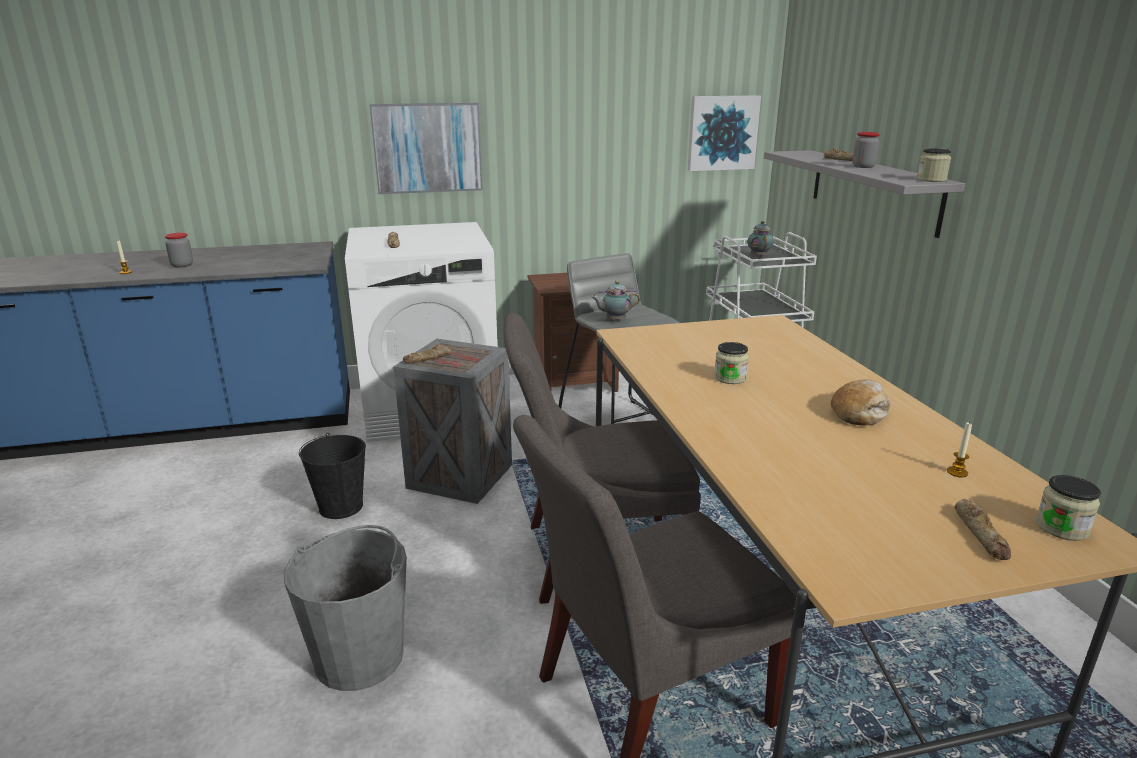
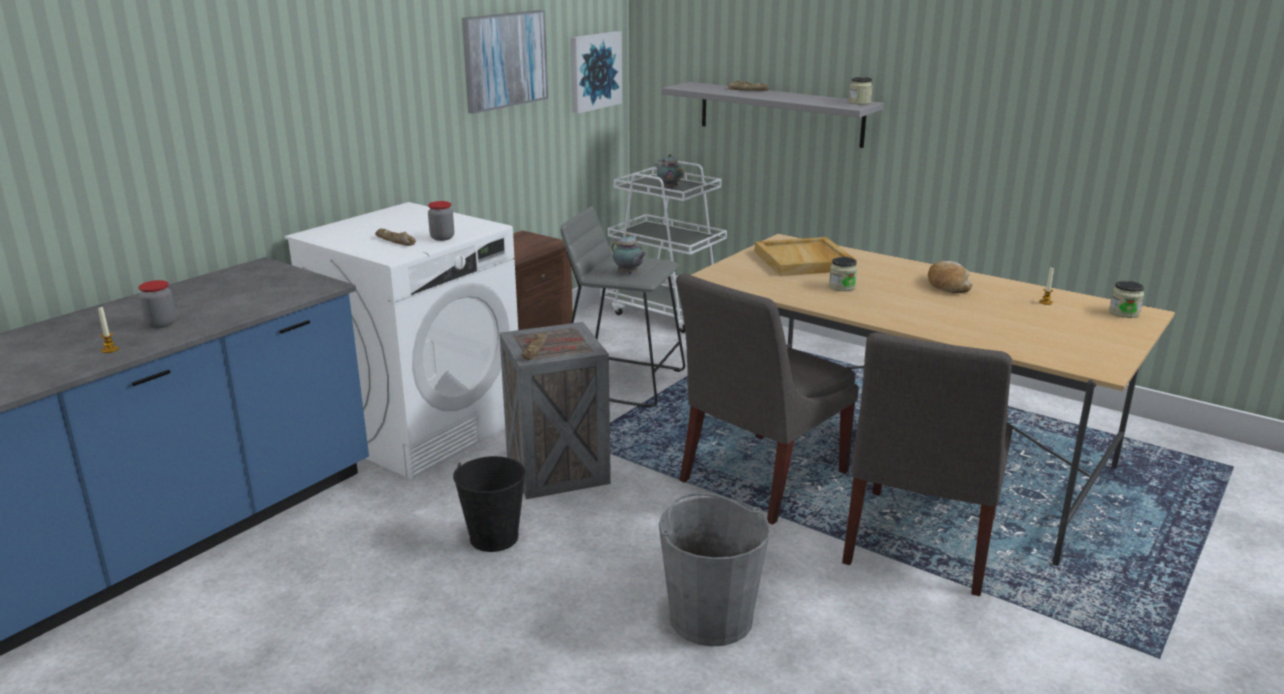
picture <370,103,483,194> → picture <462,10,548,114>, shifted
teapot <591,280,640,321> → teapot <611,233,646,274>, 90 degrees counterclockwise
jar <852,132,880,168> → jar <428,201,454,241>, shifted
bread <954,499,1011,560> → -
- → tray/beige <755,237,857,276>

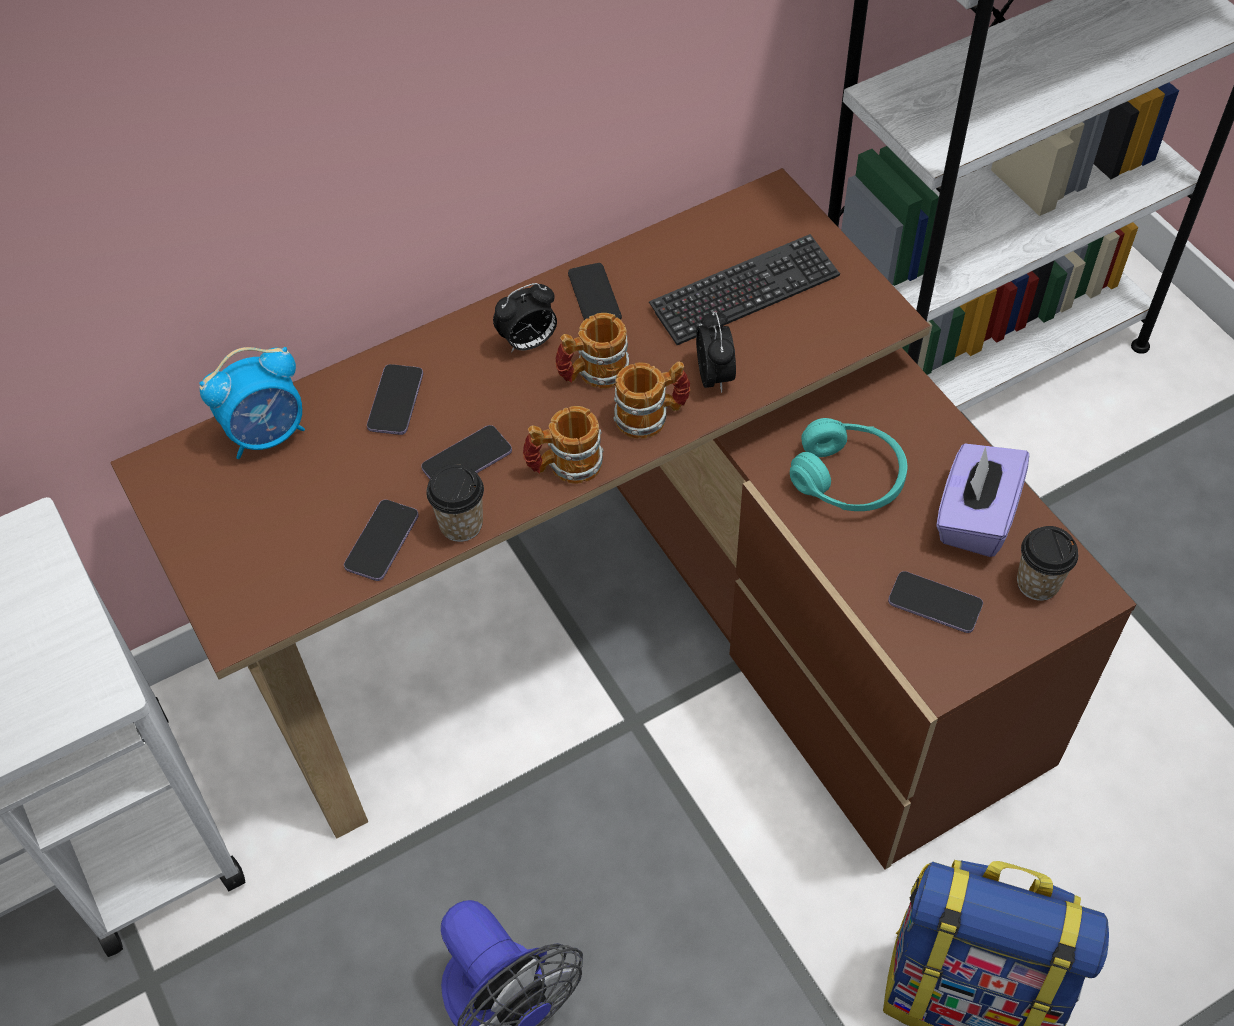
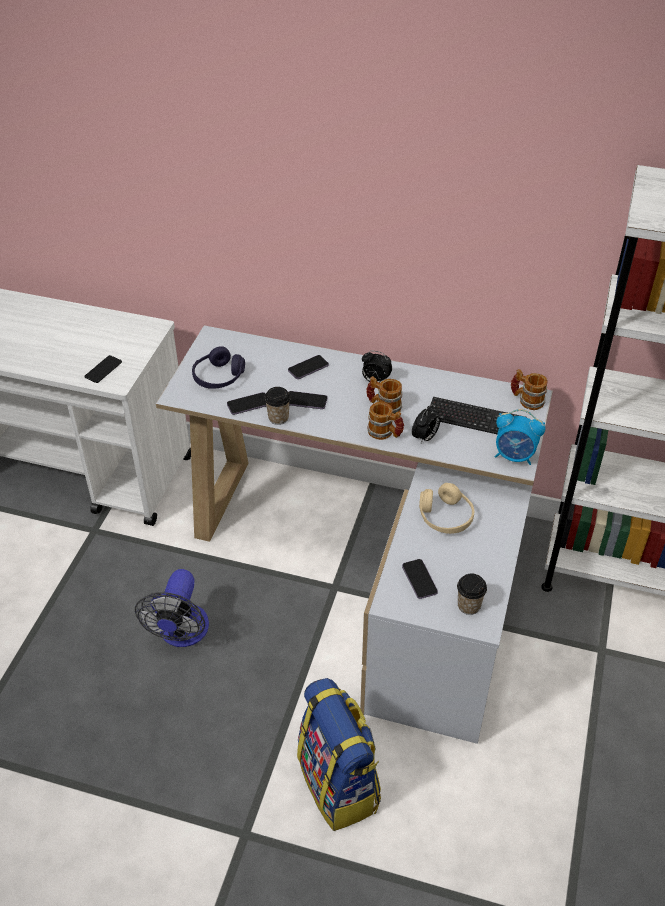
desk/brown <110,168,1136,869> → desk/white <156,325,553,744>
alarm clock <199,347,305,459> → alarm clock <495,409,545,465>, shifted
mug <523,406,603,484> → mug <511,369,547,410>, shifted
phone <568,263,622,320> → phone <85,355,122,383>, shifted
headphones/turquoise <790,418,907,511> → headphones/beige <419,483,474,534>
tissue box/purple <936,444,1029,557> → -
- → headphones/purple <192,346,245,389>

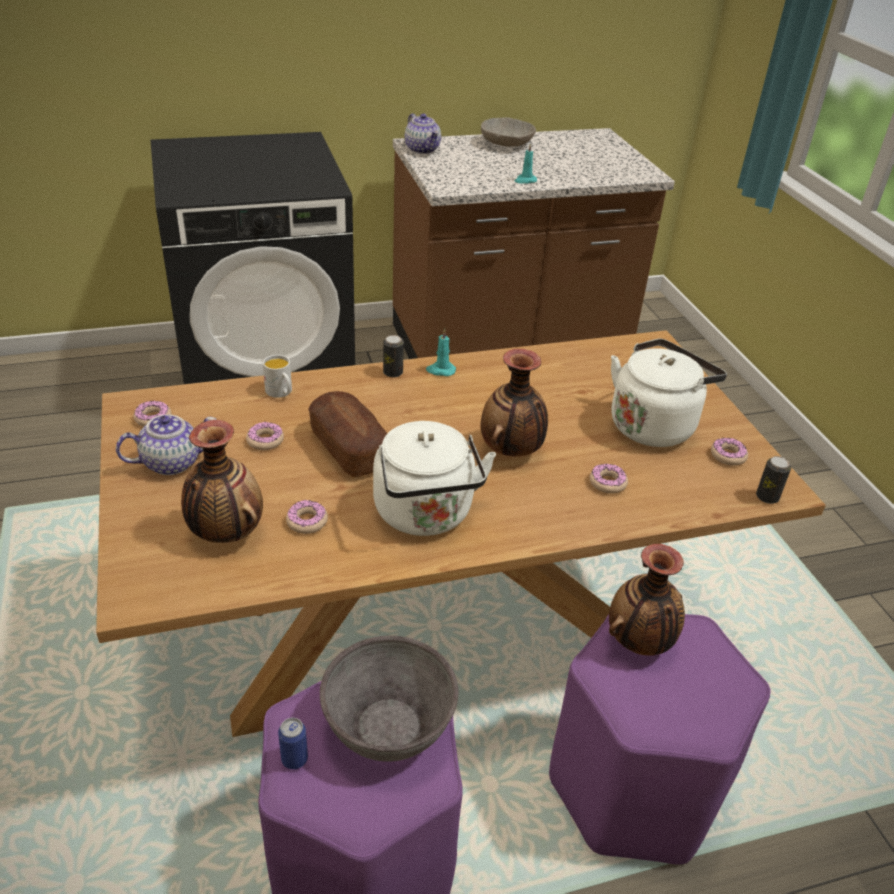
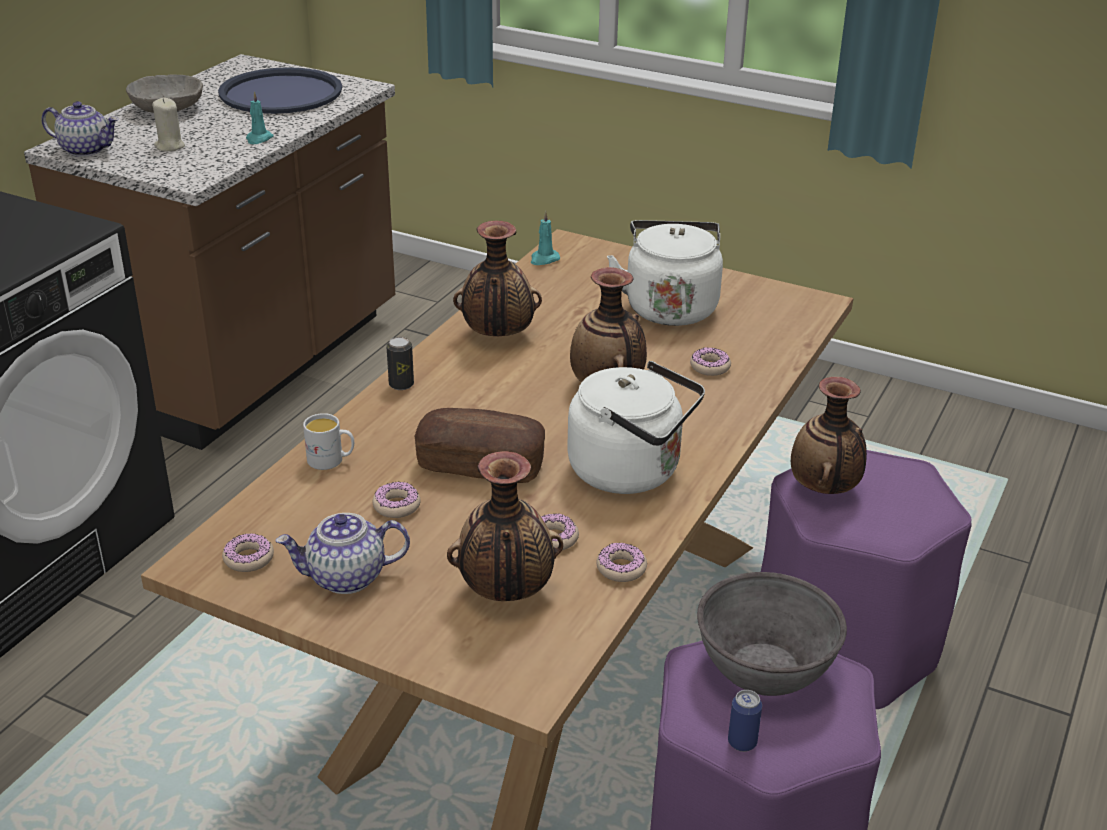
teapot <116,415,216,475> → teapot <276,513,410,594>, 120 degrees counterclockwise
candle/turquoise <426,328,456,376> → candle/turquoise <531,211,560,265>, shifted
donut <711,438,748,466> → donut <596,542,647,582>, shifted
can <756,456,791,504> → -
- → candle/beige <152,98,185,152>
- → tray/blue <218,67,342,114>
- → vase <453,221,542,336>

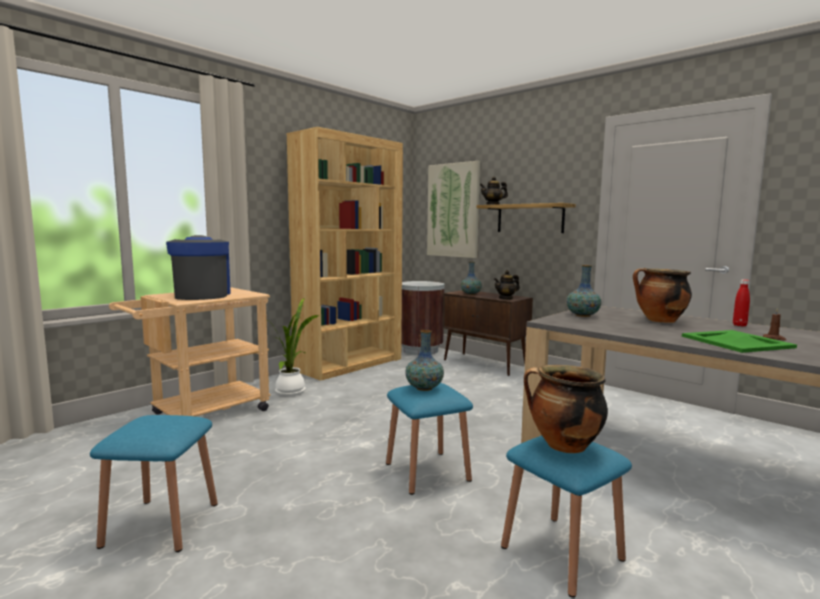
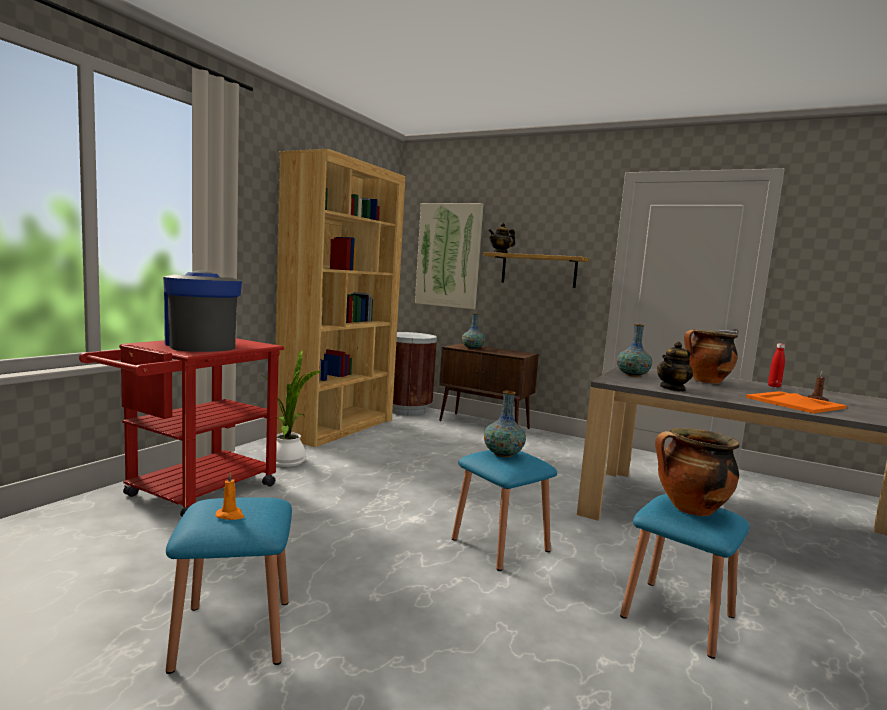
cart/beige <109,287,270,417> → cart/red <79,338,284,516>
teapot <494,270,520,300> → teapot <657,342,693,391>, shifted
tray/green <682,330,797,353> → tray/orange <746,391,847,413>
- → candle/orange <215,472,244,520>

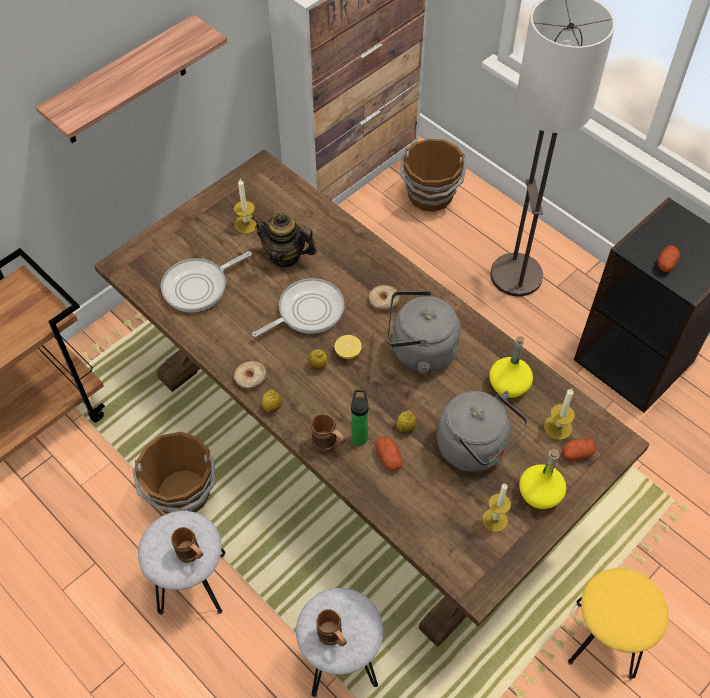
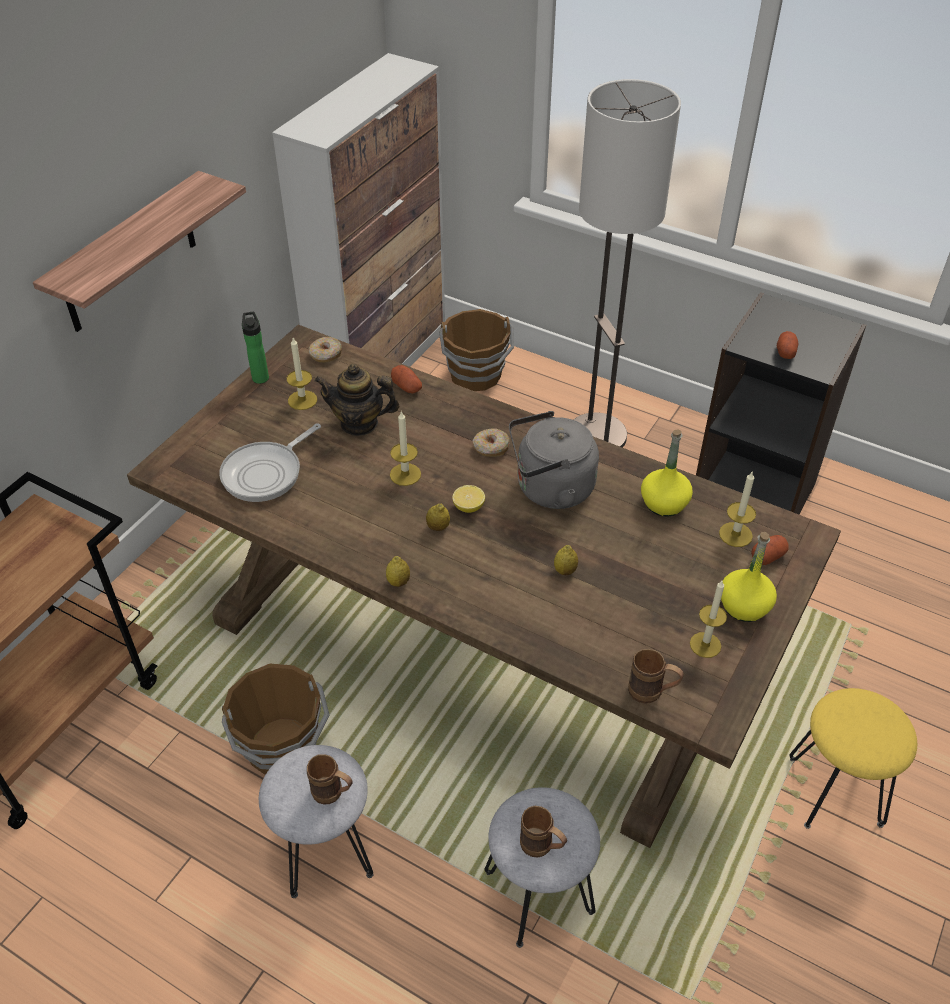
donut <234,361,267,389> → donut <309,337,342,363>, shifted
frying pan <252,278,344,337> → candle <390,411,421,486>
mug/brown <311,414,345,453> → mug/brown <628,649,684,704>, shifted
bottle <351,390,369,445> → bottle <242,312,269,384>, shifted
potato <375,437,403,471> → potato <391,365,422,393>, shifted
kettle/grey <437,391,528,472> → -

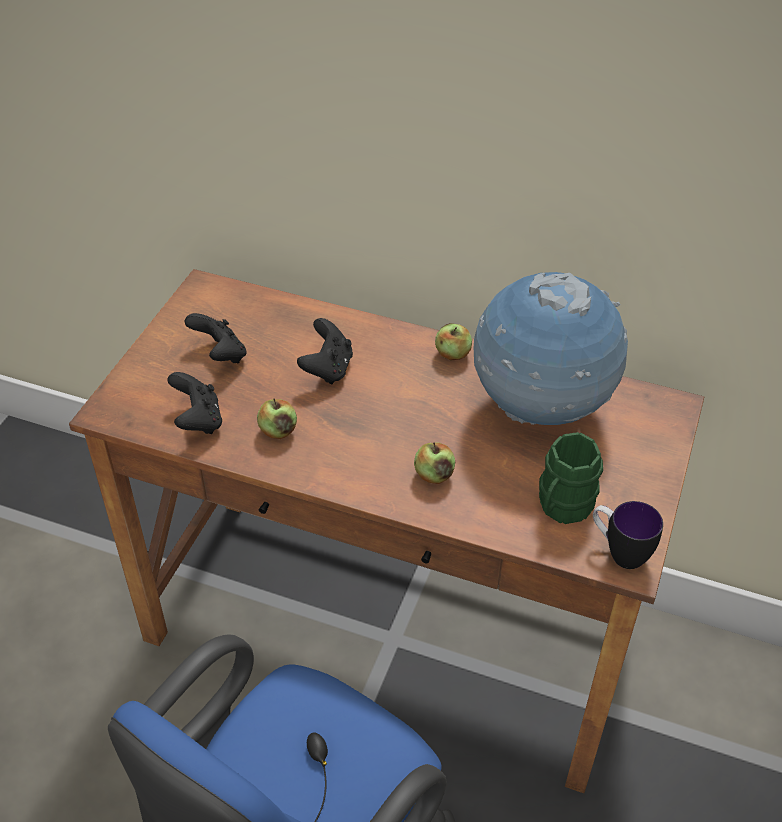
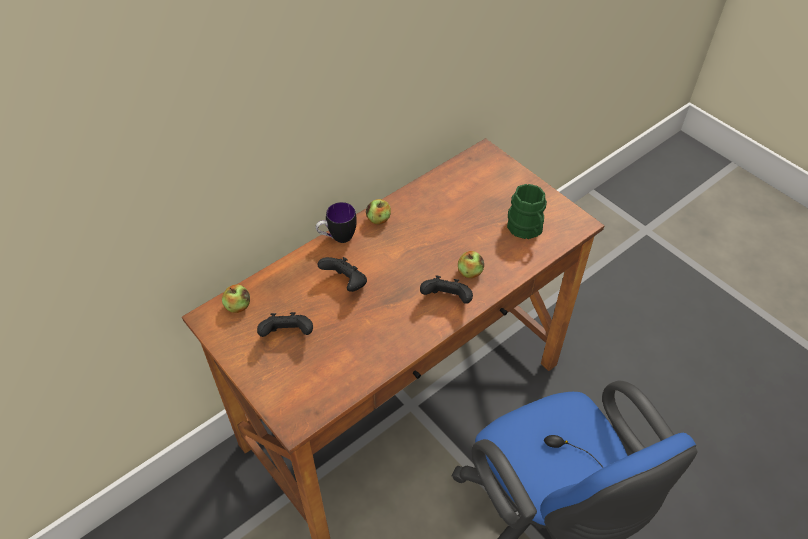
game controller/black <167,372,222,434> → game controller/black <420,275,473,304>, shifted
apple <257,399,297,439> → apple <222,284,250,313>, shifted
globe <474,272,628,425> → -
mug <593,501,663,569> → mug <316,202,357,243>, shifted

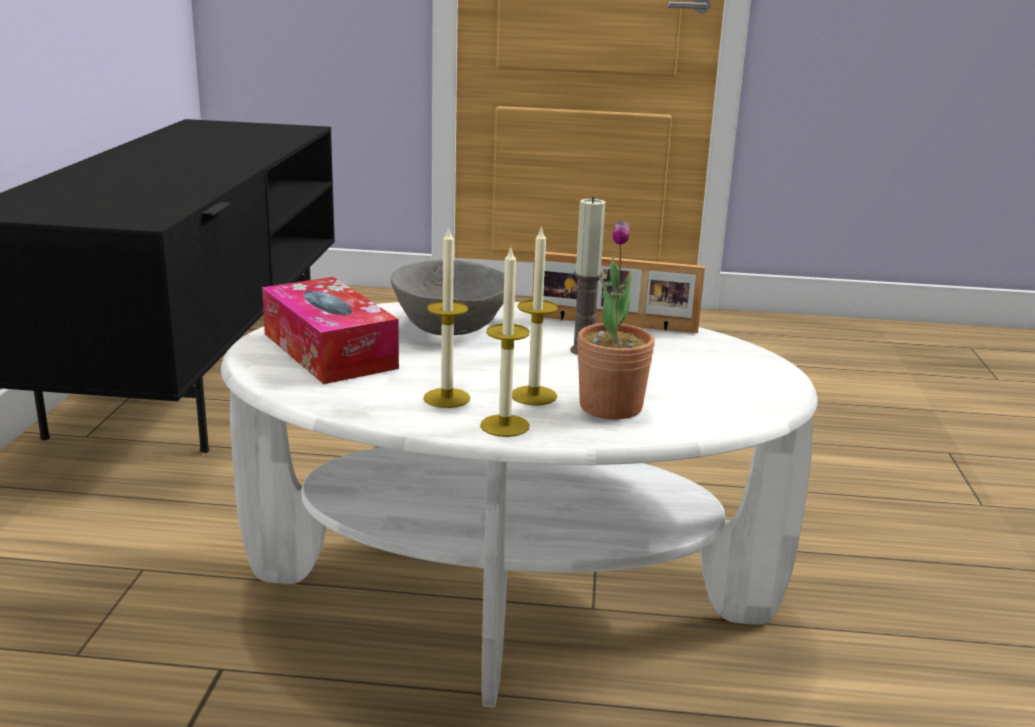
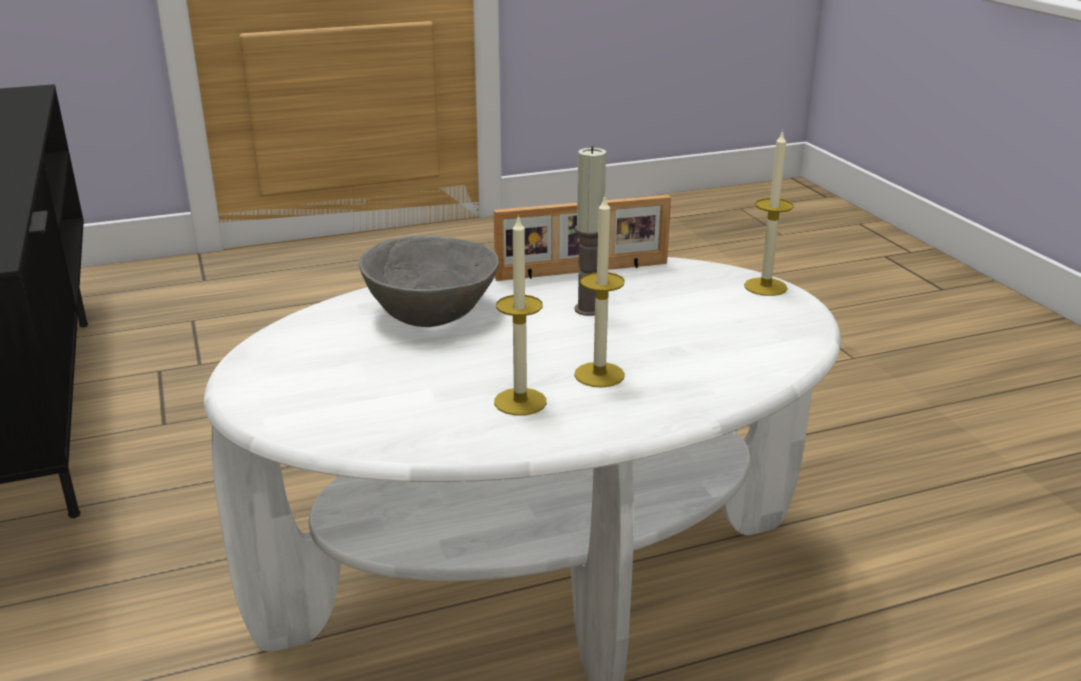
tissue box <262,277,399,384> → -
candle <480,248,530,437> → candle <744,130,794,296>, shifted
potted plant <577,220,655,420> → -

